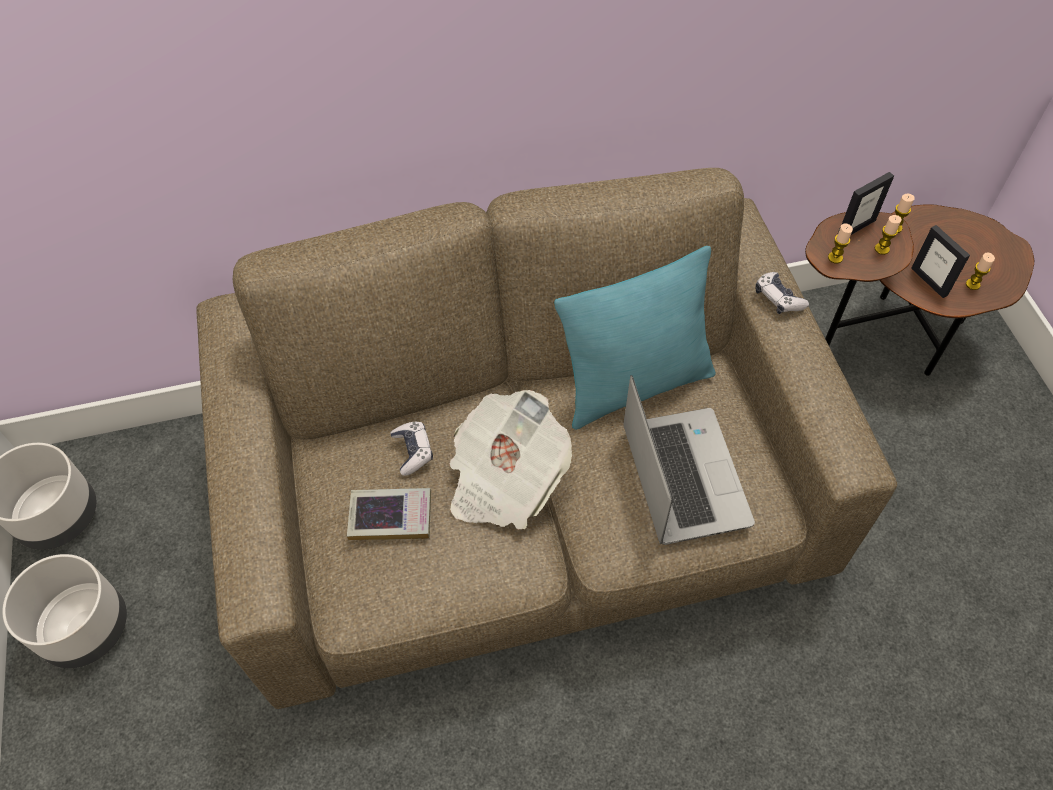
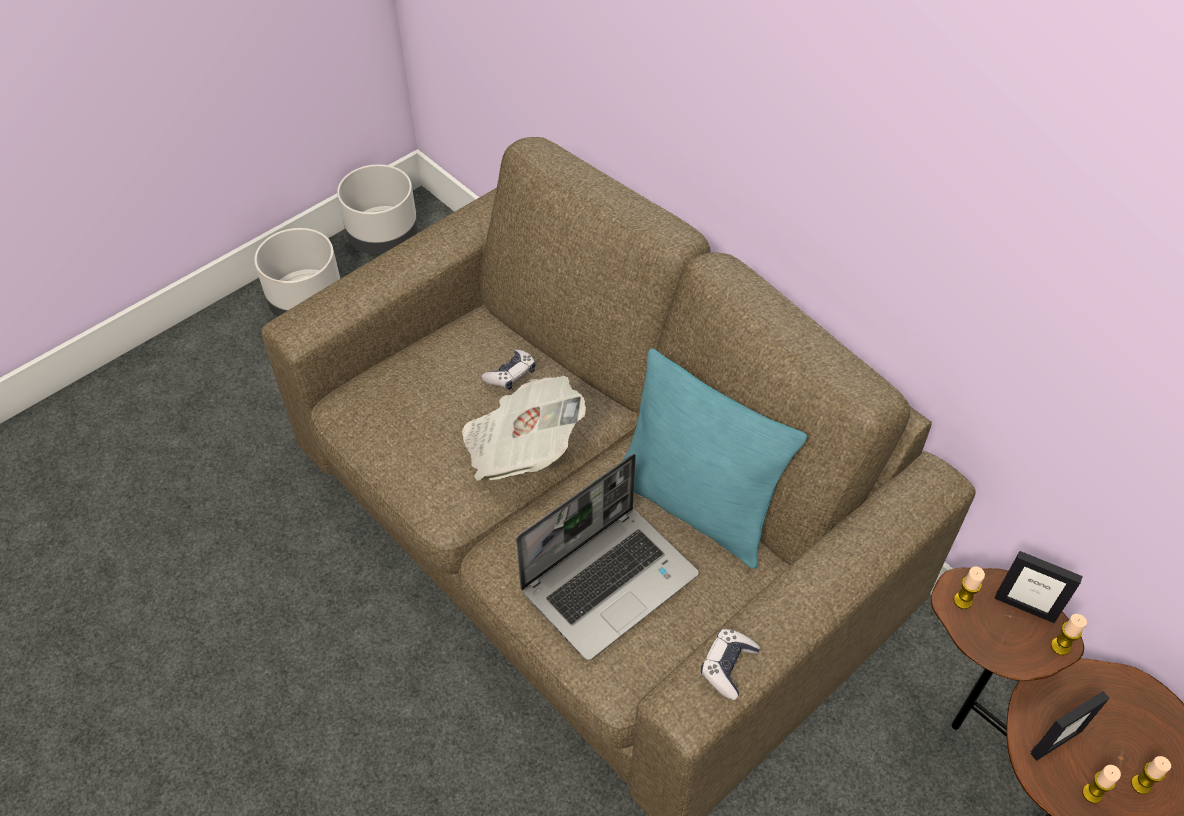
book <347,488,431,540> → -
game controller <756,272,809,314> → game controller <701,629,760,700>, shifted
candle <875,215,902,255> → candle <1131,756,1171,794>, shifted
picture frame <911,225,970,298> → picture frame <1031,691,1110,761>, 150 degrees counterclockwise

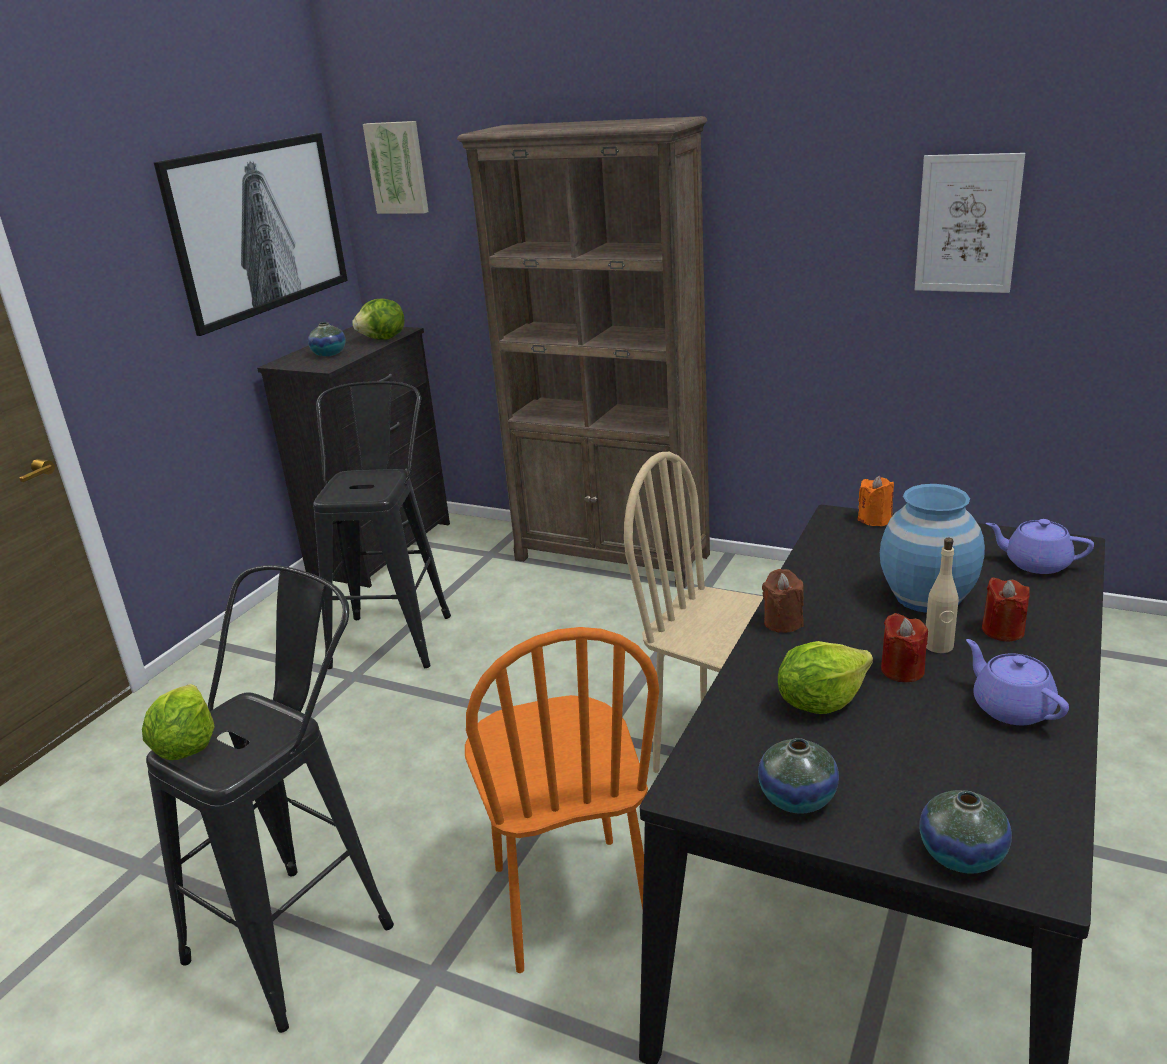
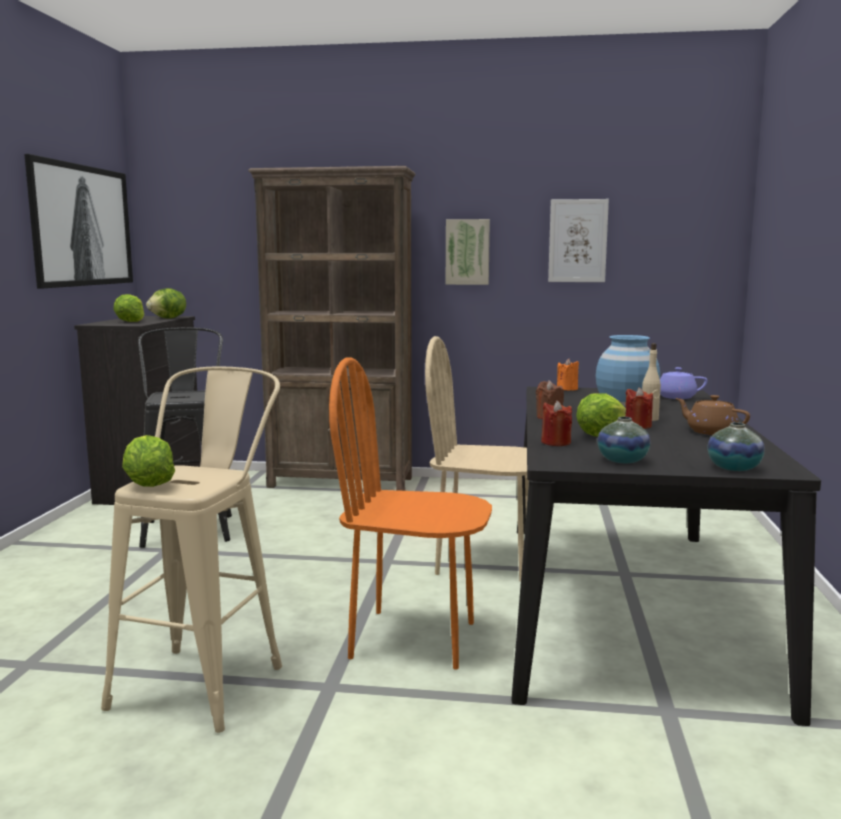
stool/black <146,565,394,1033> → stool/beige <101,367,282,733>
vase <308,322,346,356> → lettuce <113,294,144,322>
picture <363,121,429,214> → picture <446,219,490,285>, shifted
chair/orange <465,627,659,973> → chair/orange <329,357,492,670>, 135 degrees clockwise
teapot/purple <966,639,1069,725> → teapot/brown <675,395,750,435>
candle/red <982,577,1030,642> → candle/red <541,400,572,446>, shifted

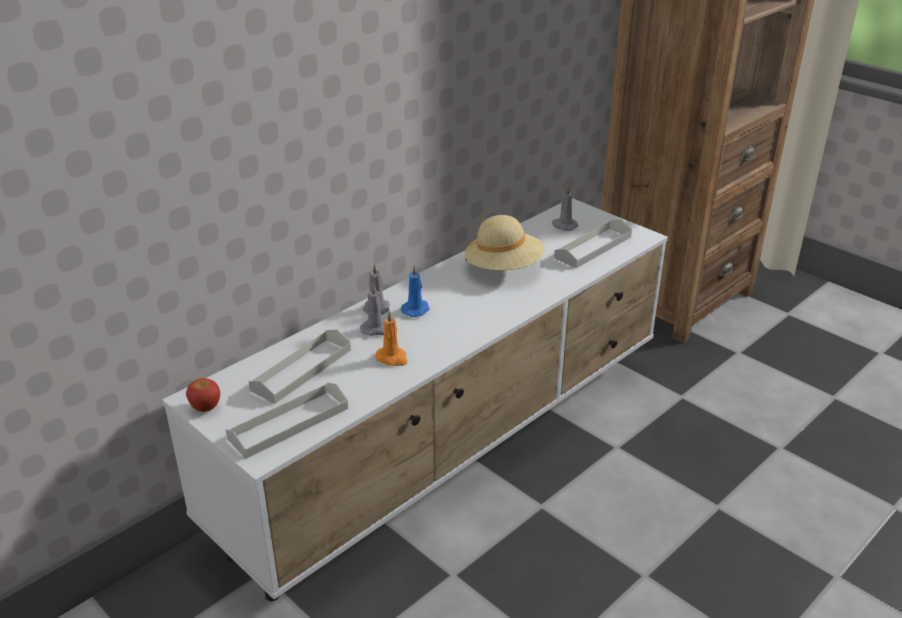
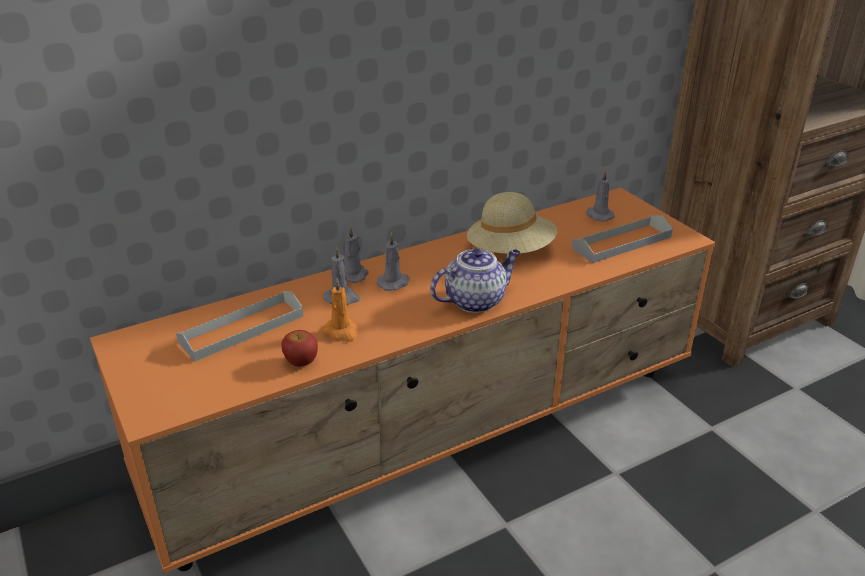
tv stand/white <162,198,668,601> → tv stand/orange <90,188,716,573>
apple <186,378,220,412> → apple <281,330,318,367>, shifted
tray/grey <226,382,348,459> → -
candle/blue <400,265,430,317> → candle/grey <377,233,410,291>
- → teapot <430,248,520,313>

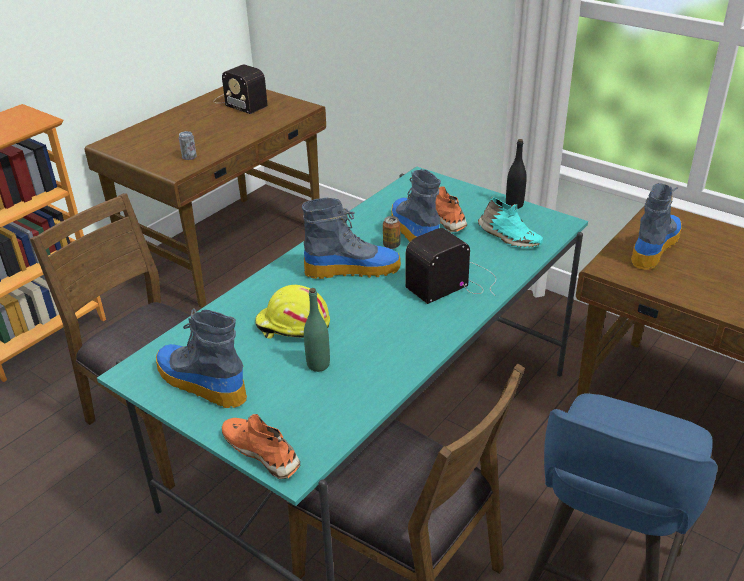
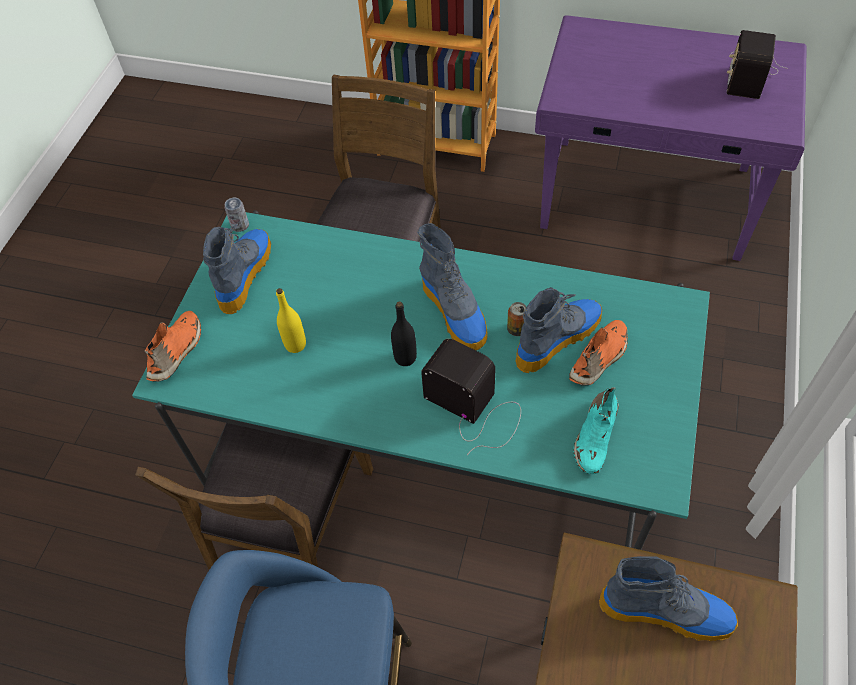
desk/brown <84,86,326,308> → desk/purple <535,15,807,261>
can <179,131,197,160> → can <224,198,249,232>, shifted
hard hat/yellow <255,285,330,339> → -
bottle/green <304,288,330,372> → bottle/yellow <276,288,306,353>
bottle/black <506,139,527,209> → bottle/black <391,302,417,366>, shifted

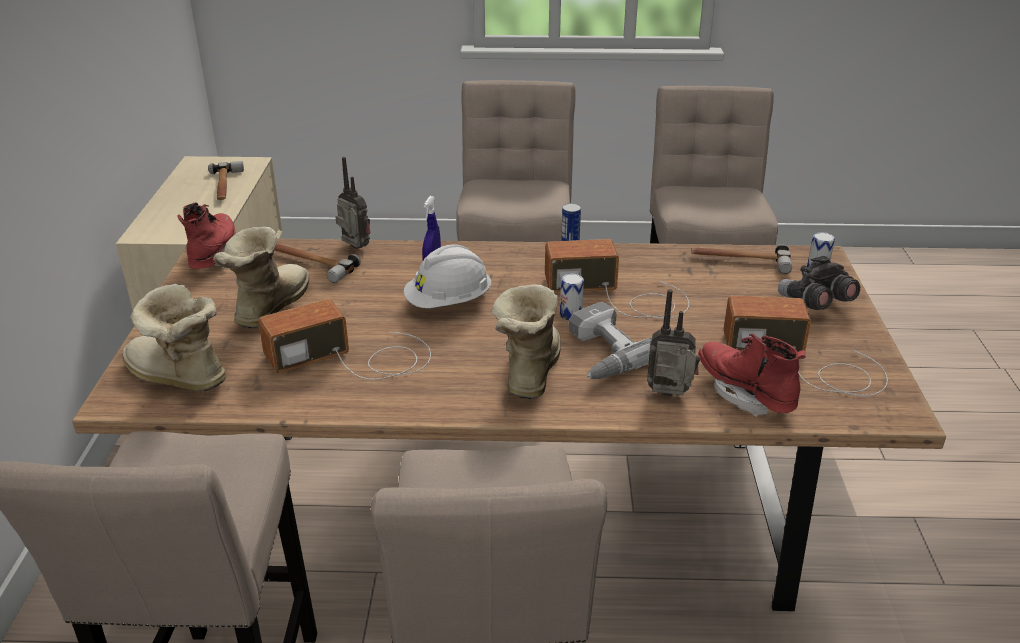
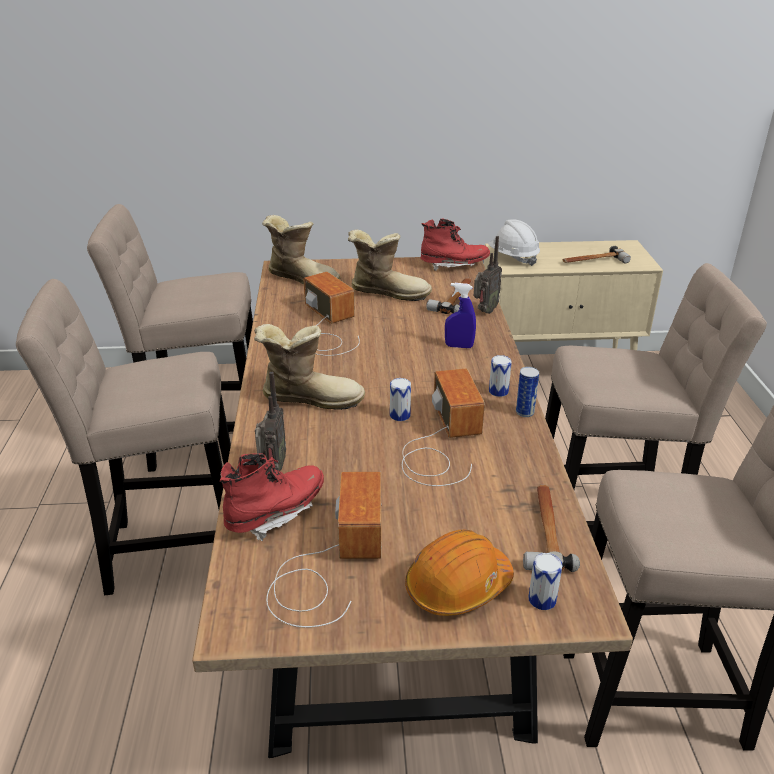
boot <122,284,227,391> → boot <262,215,341,285>, 90 degrees clockwise
hard hat/white <404,244,491,308> → hard hat/white <488,219,540,266>, shifted
power drill <569,302,652,379> → -
binoculars/grey <778,256,860,310> → hard hat/orange <405,530,514,616>
- → can <489,355,512,397>

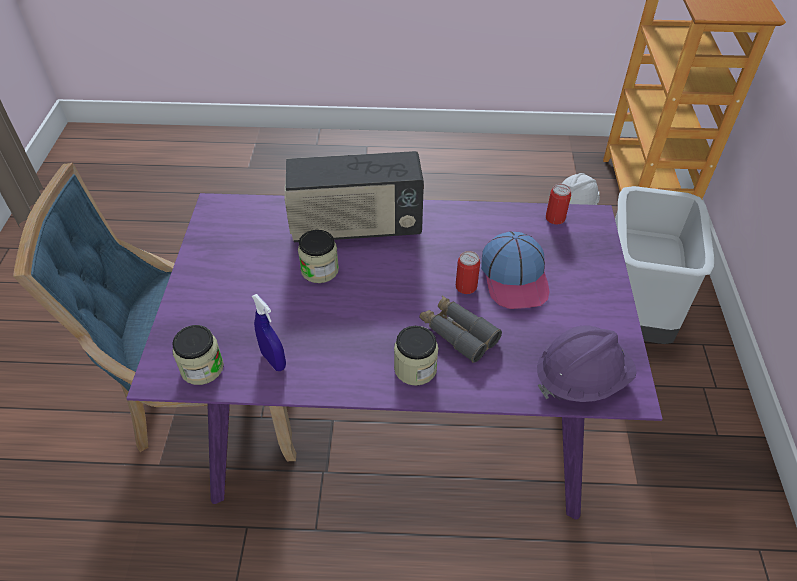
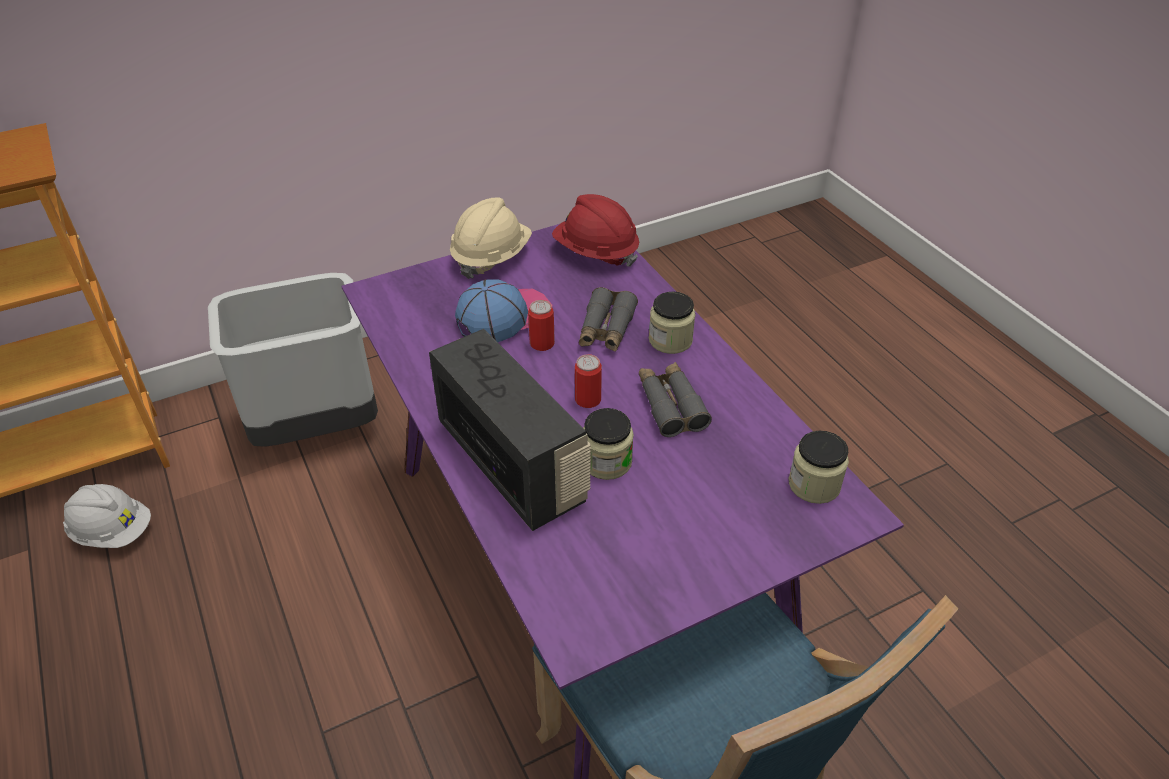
spray bottle/blue <252,294,286,371> → -
hard hat/purple <537,326,637,402> → hard hat/red <552,194,639,267>
can <546,184,571,224> → can <575,354,602,408>, shifted
- → hard hat/beige <450,197,532,279>
- → binoculars/grey <639,362,712,437>

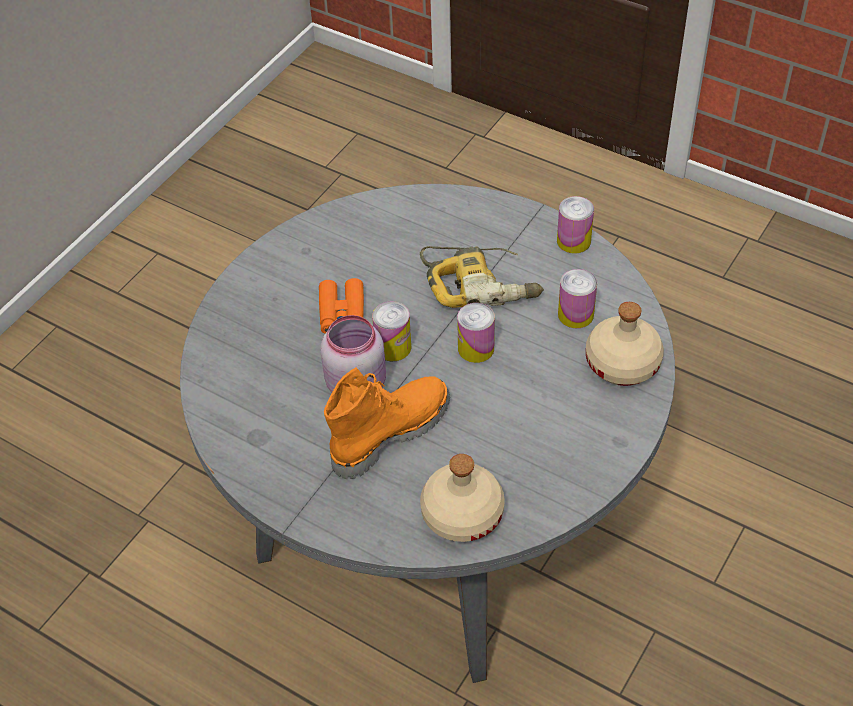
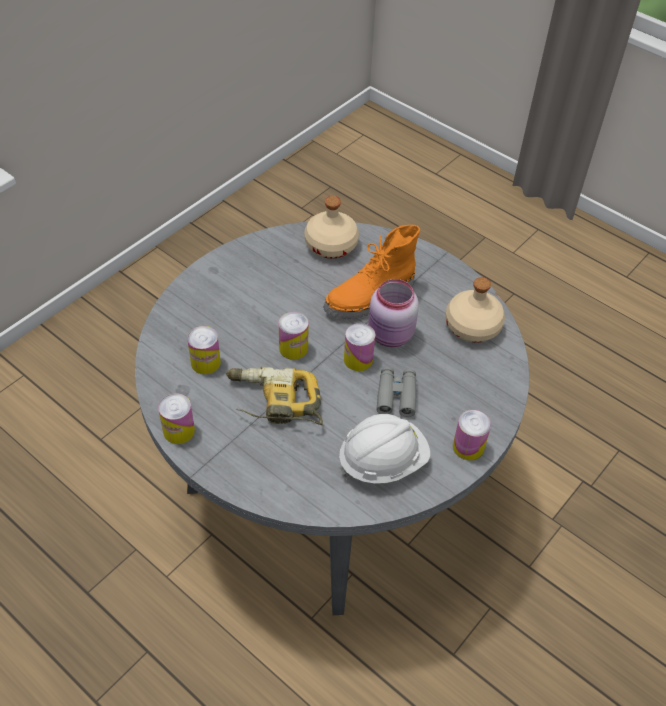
binoculars/orange <319,278,364,334> → binoculars/grey <376,367,416,417>
bottle/beige <586,302,664,386> → bottle/beige <445,277,505,343>, shifted
- → hard hat/white <339,414,430,484>
- → can <453,410,491,460>

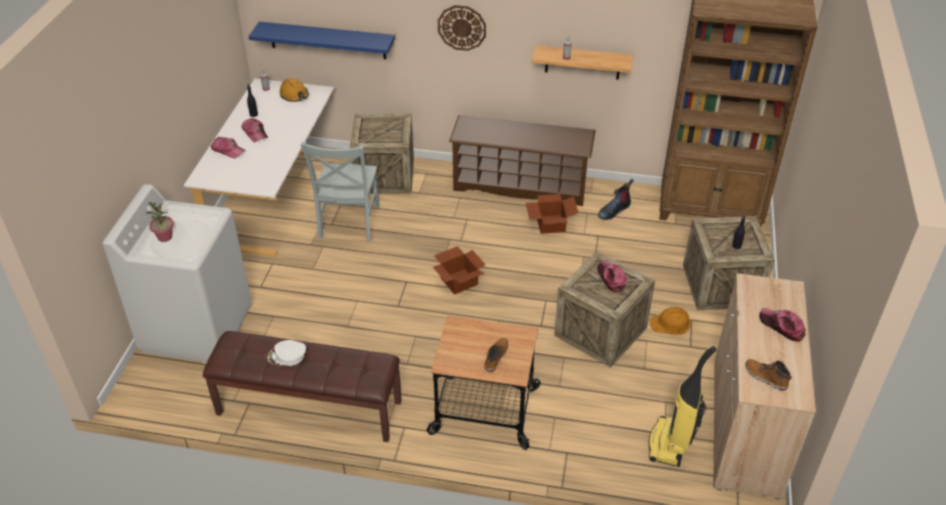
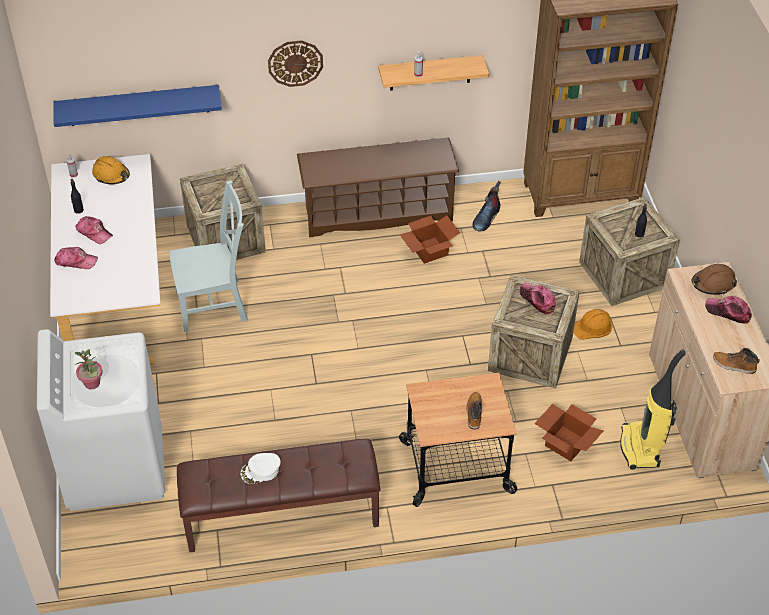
chair/grey <300,142,380,242> → chair/grey <169,180,248,332>, 90 degrees counterclockwise
cardboard box <433,246,486,295> → cardboard box <534,404,603,461>, shifted
- → hard hat/brown <692,264,737,295>

